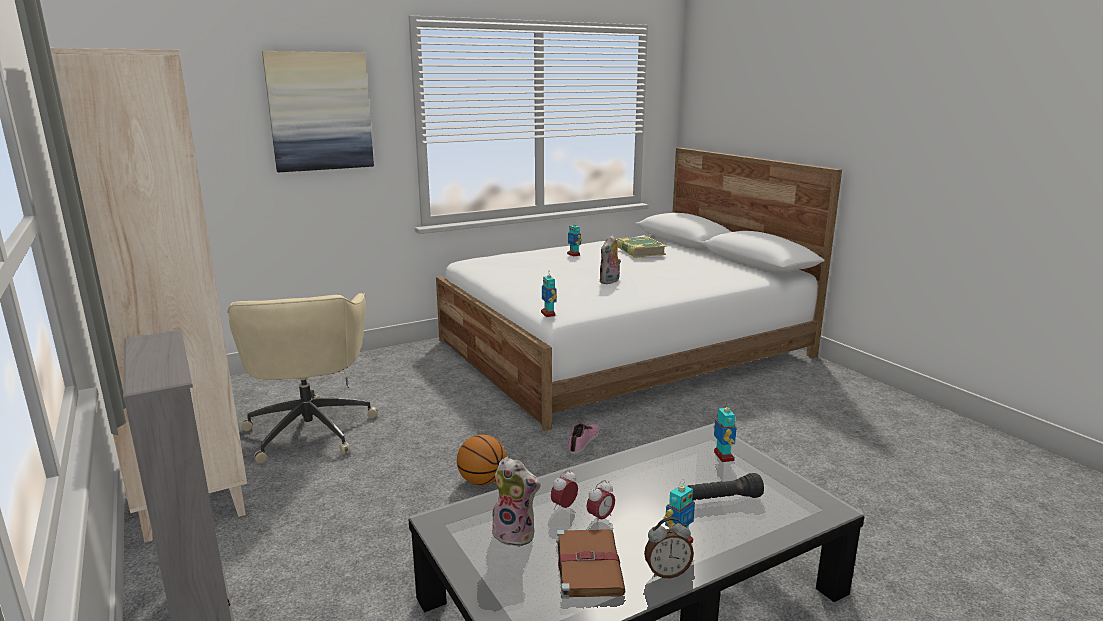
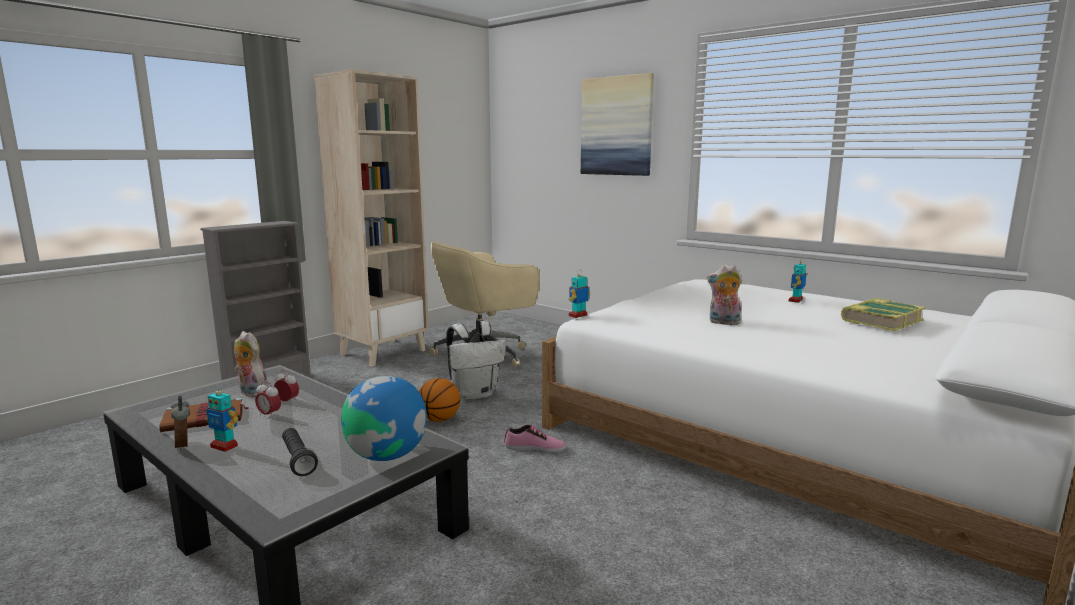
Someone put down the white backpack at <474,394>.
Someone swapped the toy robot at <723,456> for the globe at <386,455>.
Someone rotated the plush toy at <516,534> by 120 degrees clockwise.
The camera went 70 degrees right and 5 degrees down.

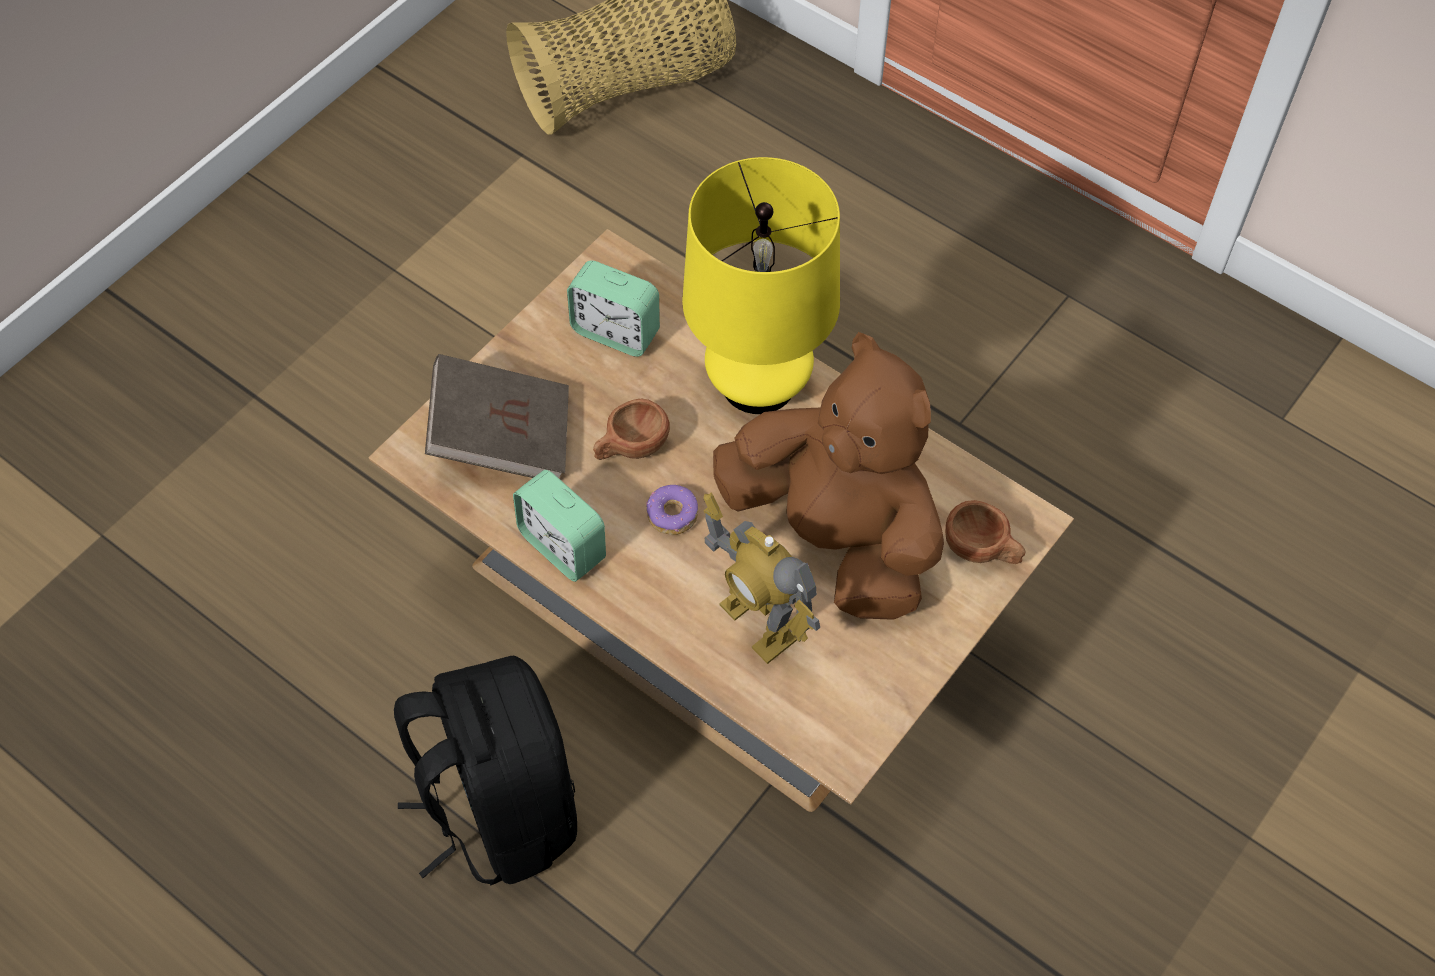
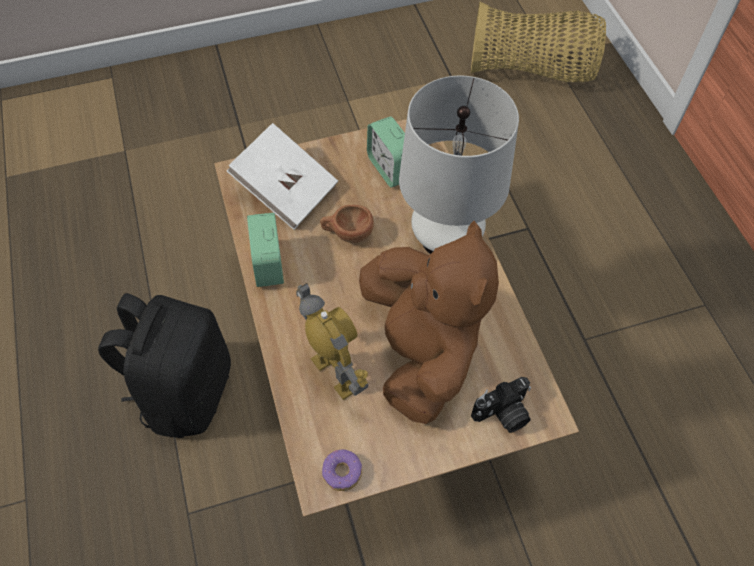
Someone carried the donut from <672,515> to <342,473>.
Someone swapped the brown cup at <982,550> for the photo camera at <503,414>.
Someone repainted the brown book at <502,438>, which became the white book at <286,190>.
Someone repainted the yellow table lamp at <758,383>, which became the white table lamp at <446,238>.
Someone rotated the toy robot at <757,623> by 150 degrees clockwise.
The camera went 35 degrees right and 0 degrees up.

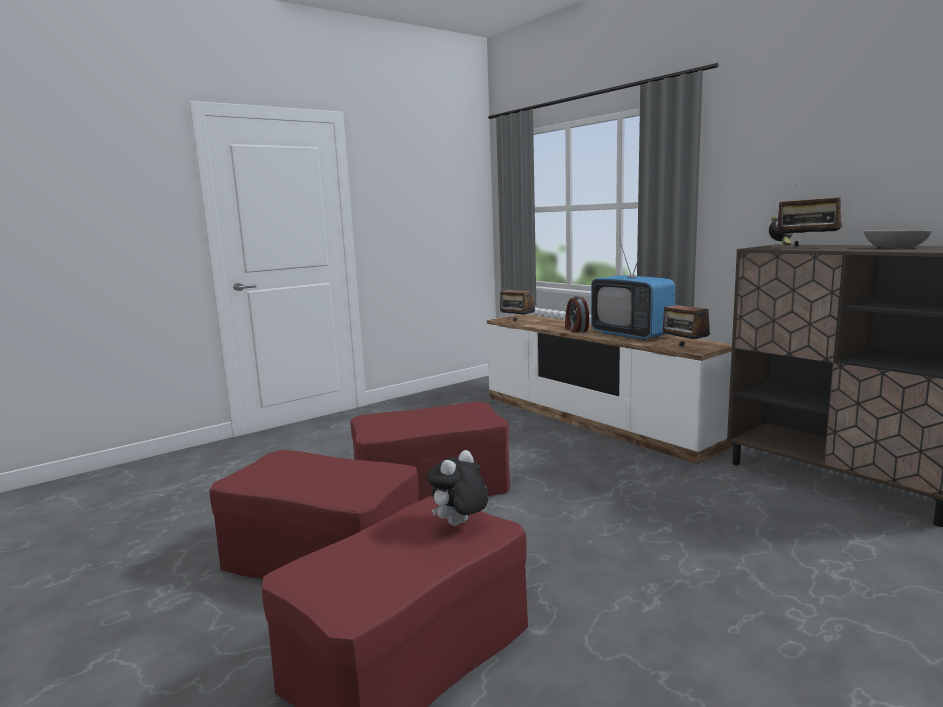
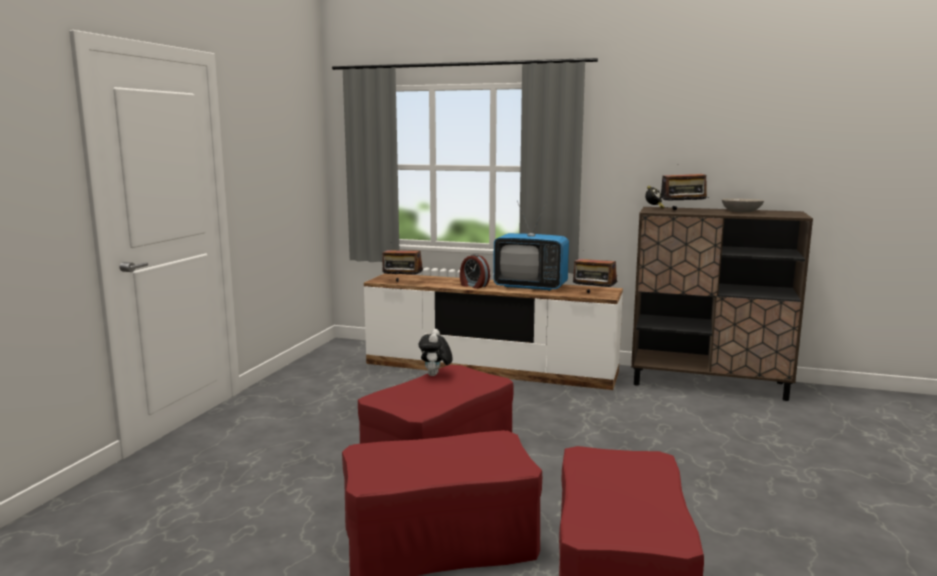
Someone carried the plush toy from <459,525> to <435,375>.
The camera went 35 degrees left and 0 degrees up.

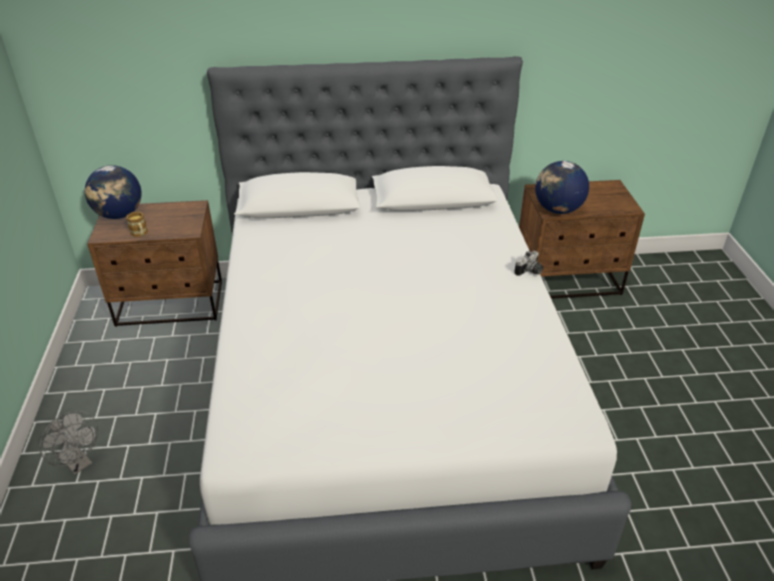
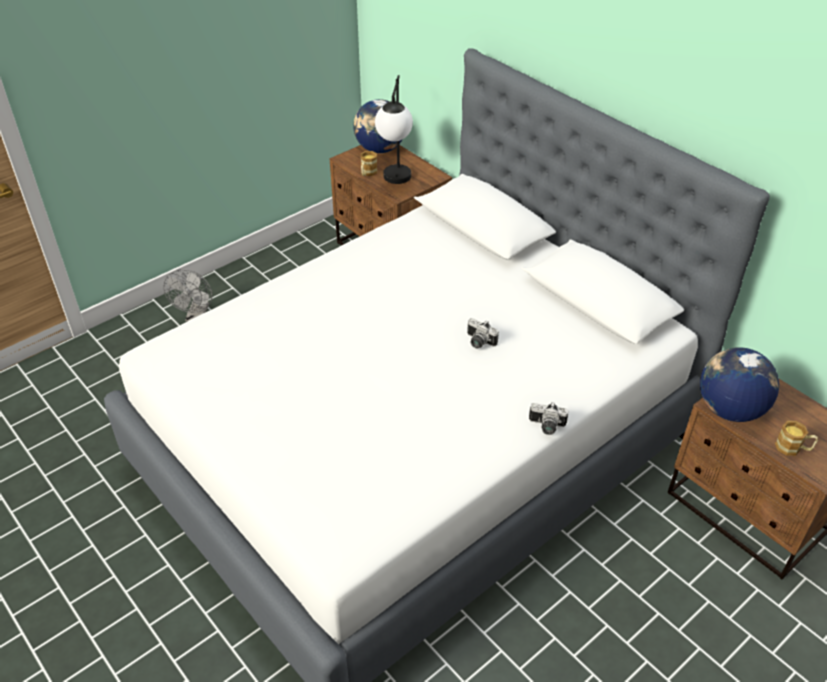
Someone put down the table lamp at <396,182>.
Someone put down the photo camera at <478,342>.
Someone put down the mug at <793,448>.
The camera went 55 degrees right and 5 degrees up.

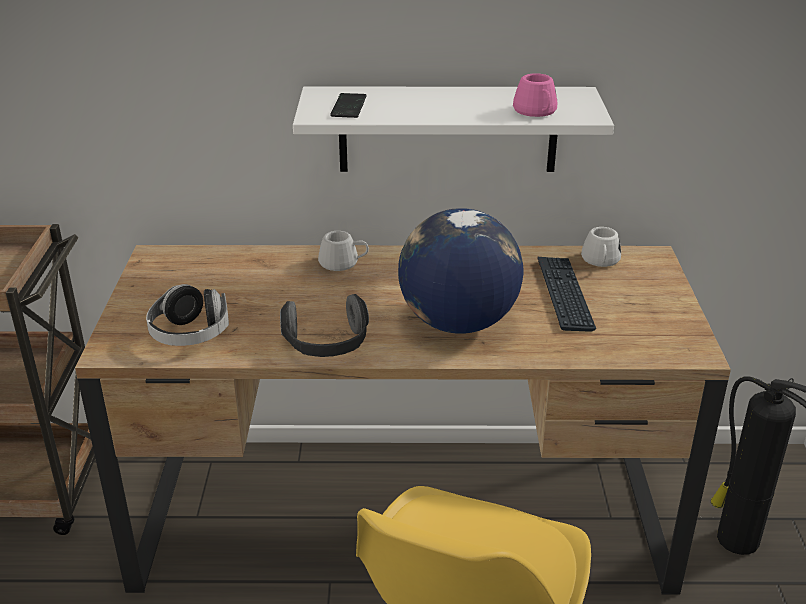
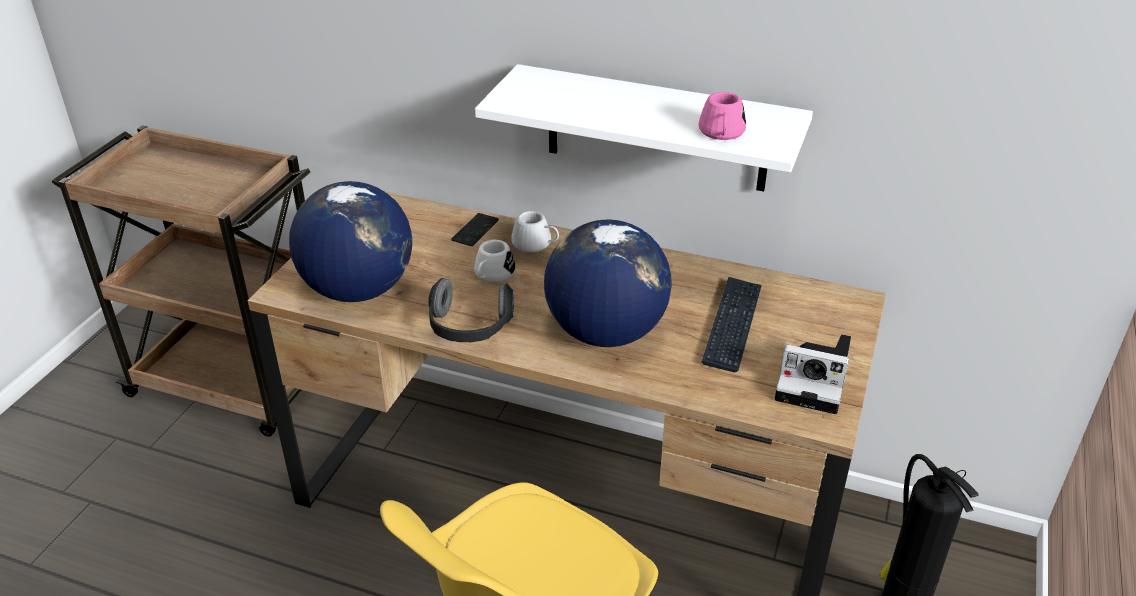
Someone put down the photo camera at <815,383>.
Someone carried the phone from <349,107> to <475,231>.
Someone carried the white mug from <600,261> to <492,276>.
Someone swapped the headphones at <190,334> for the globe at <358,289>.
The camera went 20 degrees right and 5 degrees up.

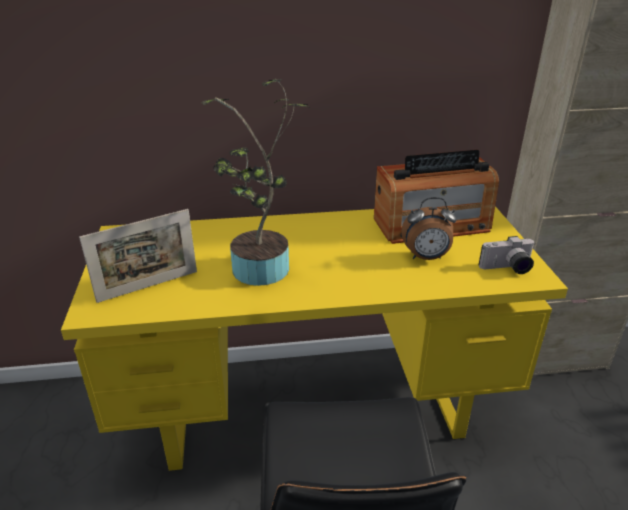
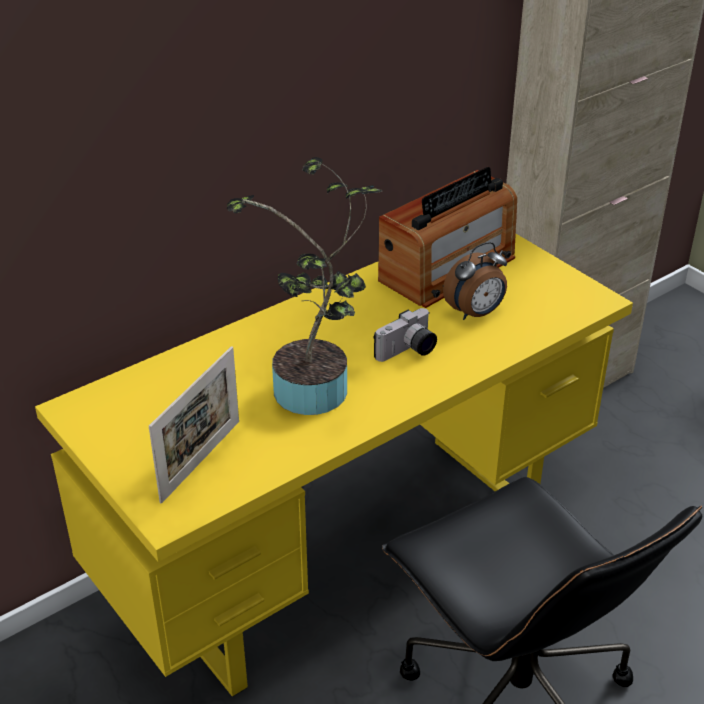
Someone carried the photo camera from <507,269> to <408,352>.
The camera went 30 degrees left and 5 degrees up.

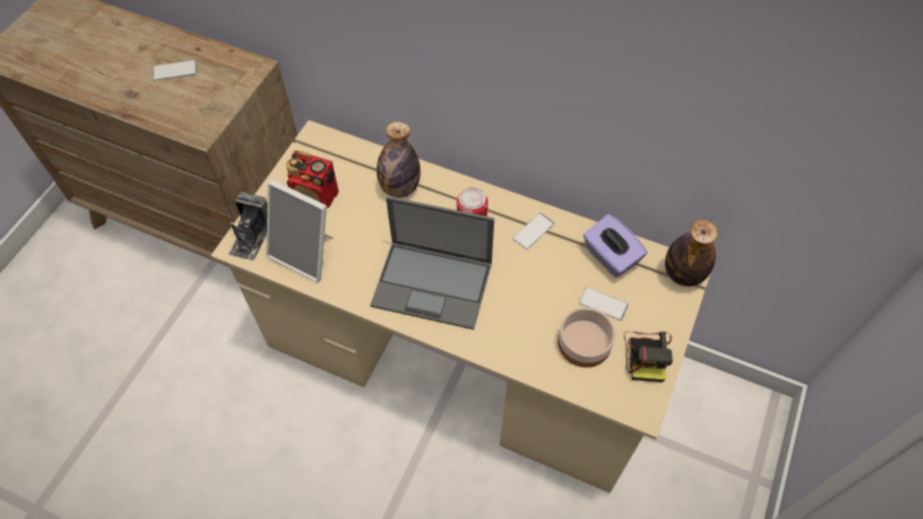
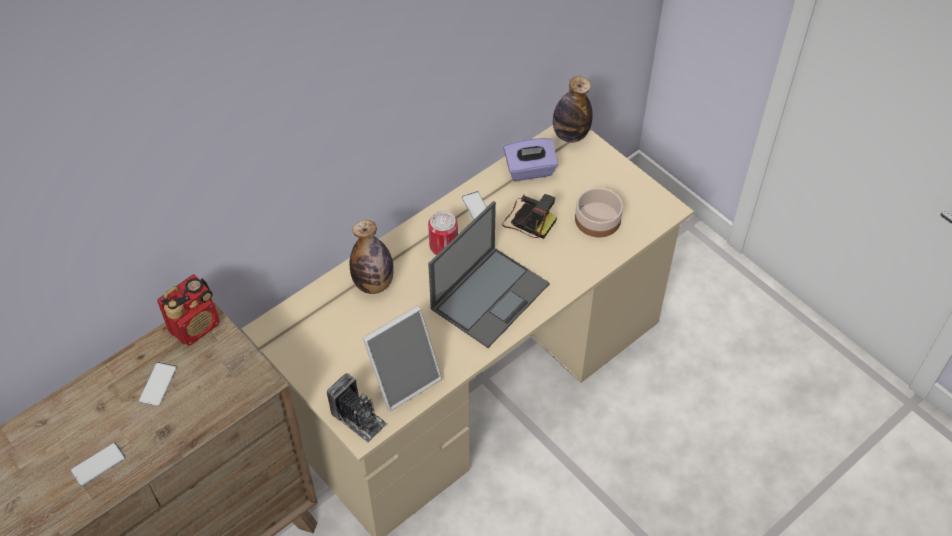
Someone carried the radio from <316,196> to <196,326>.
Someone carried the phone from <603,304> to <98,464>.
Someone carried the photo camera from <647,354> to <528,220>.
The camera went 65 degrees left and 5 degrees down.

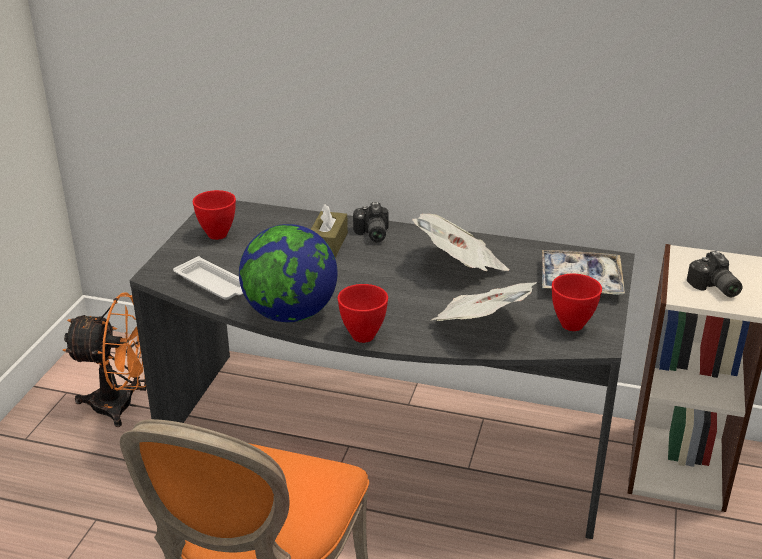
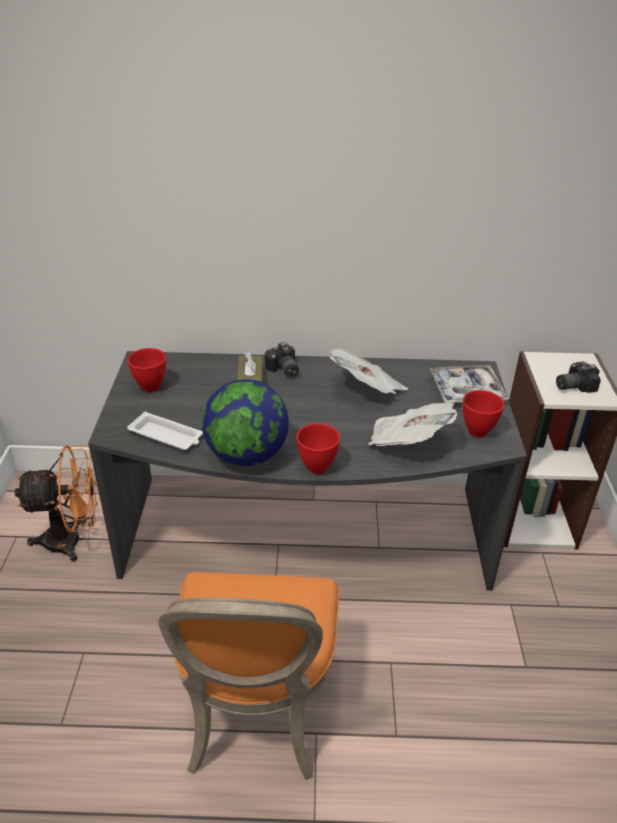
Someone rotated the photo camera at <714,288> by 105 degrees clockwise.
The camera went 15 degrees left and 5 degrees up.

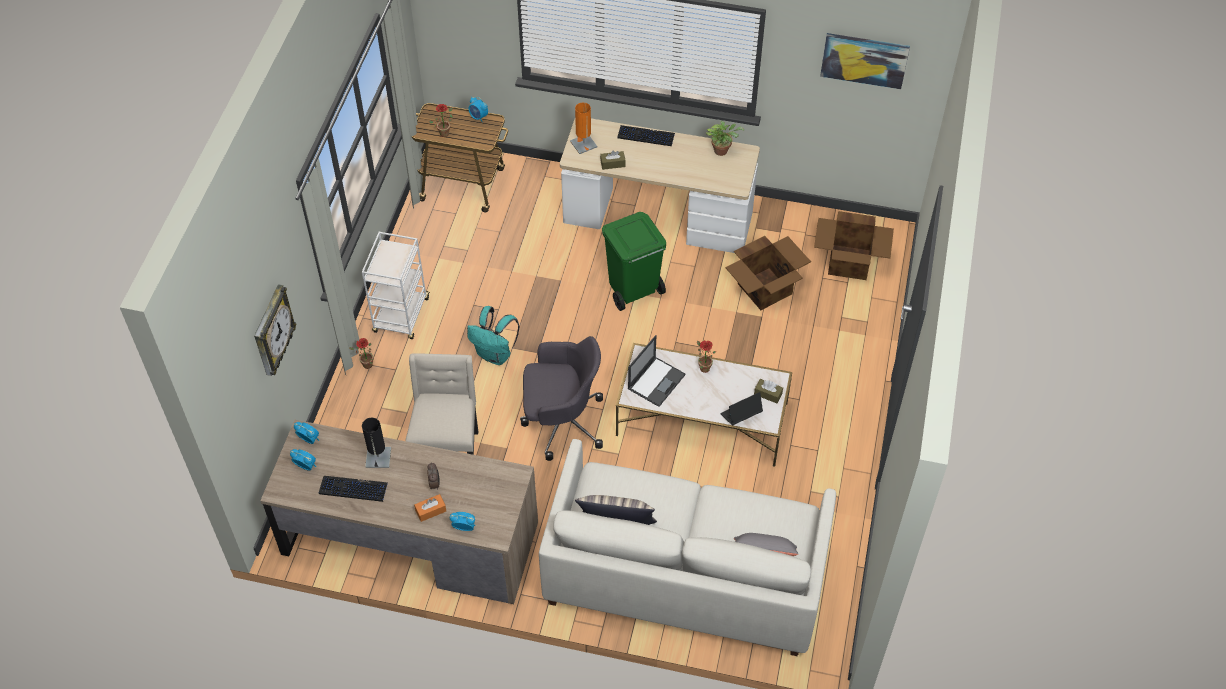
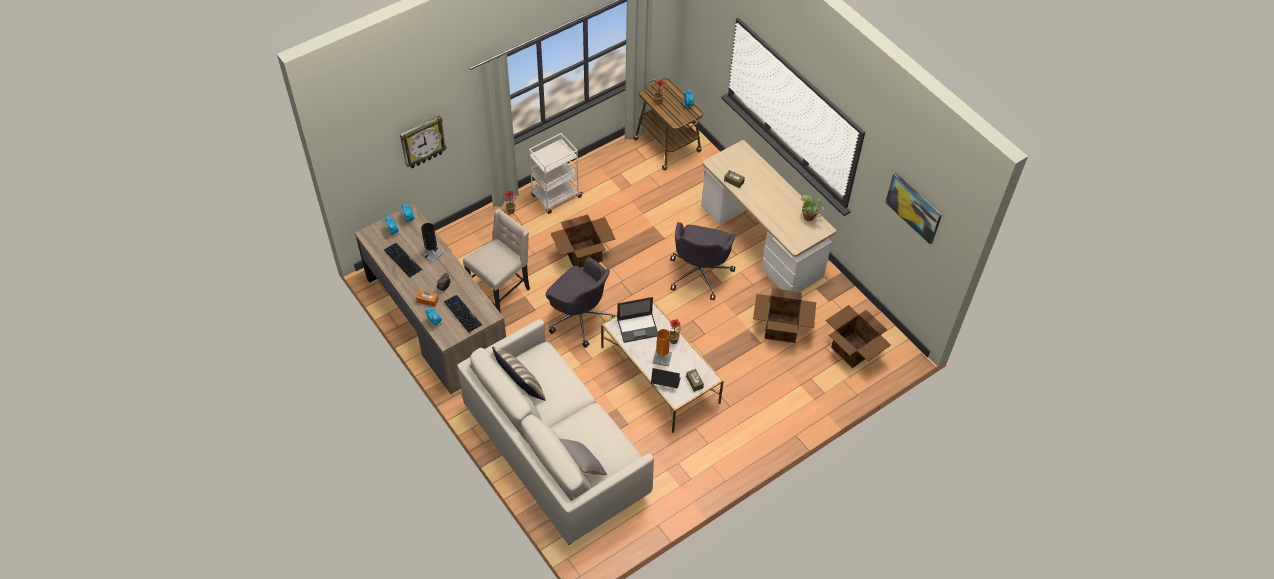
Someone carried the orange table lamp from <583,144> to <662,358>.
Someone carried the keyboard from <646,136> to <462,314>.
Someone swapped the turquoise backpack at <495,354> for the cardboard box at <583,254>.
Someone swapped the green trash can at <633,291> for the grey office chair at <700,273>.
The camera went 40 degrees right and 0 degrees up.

